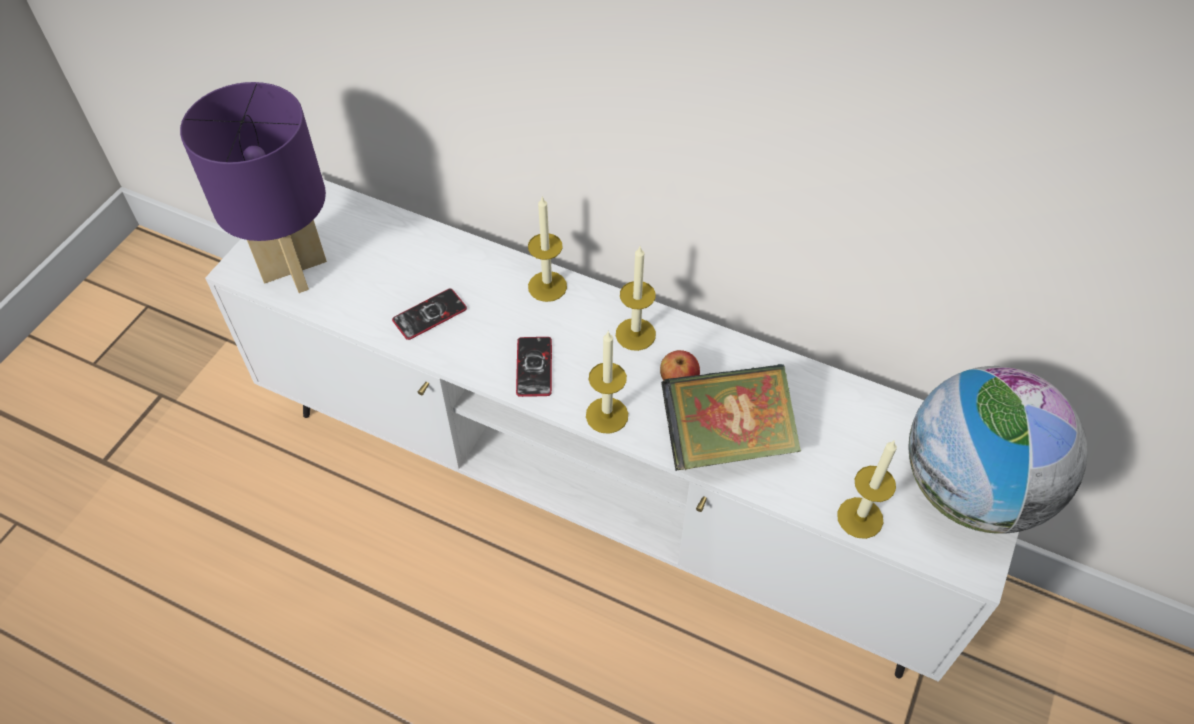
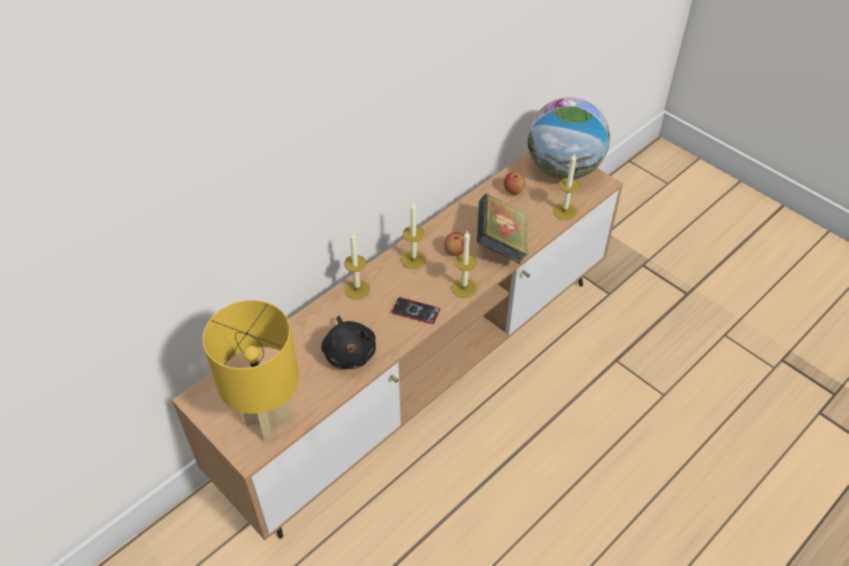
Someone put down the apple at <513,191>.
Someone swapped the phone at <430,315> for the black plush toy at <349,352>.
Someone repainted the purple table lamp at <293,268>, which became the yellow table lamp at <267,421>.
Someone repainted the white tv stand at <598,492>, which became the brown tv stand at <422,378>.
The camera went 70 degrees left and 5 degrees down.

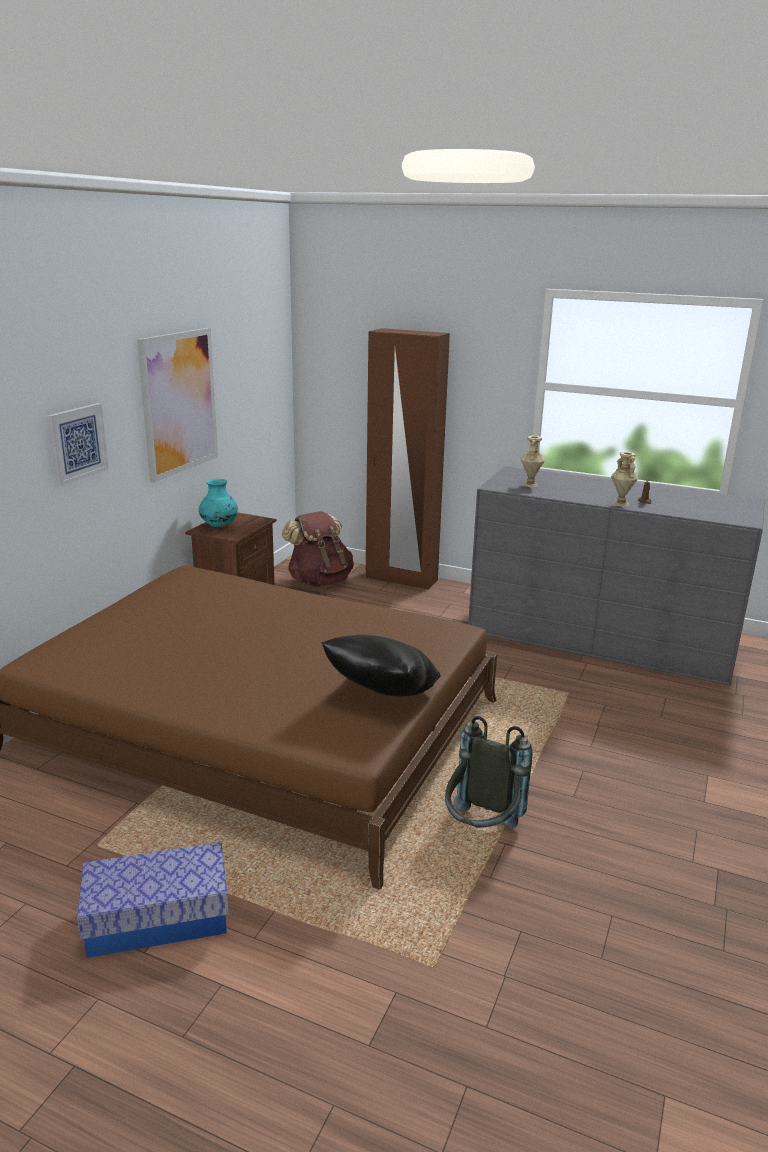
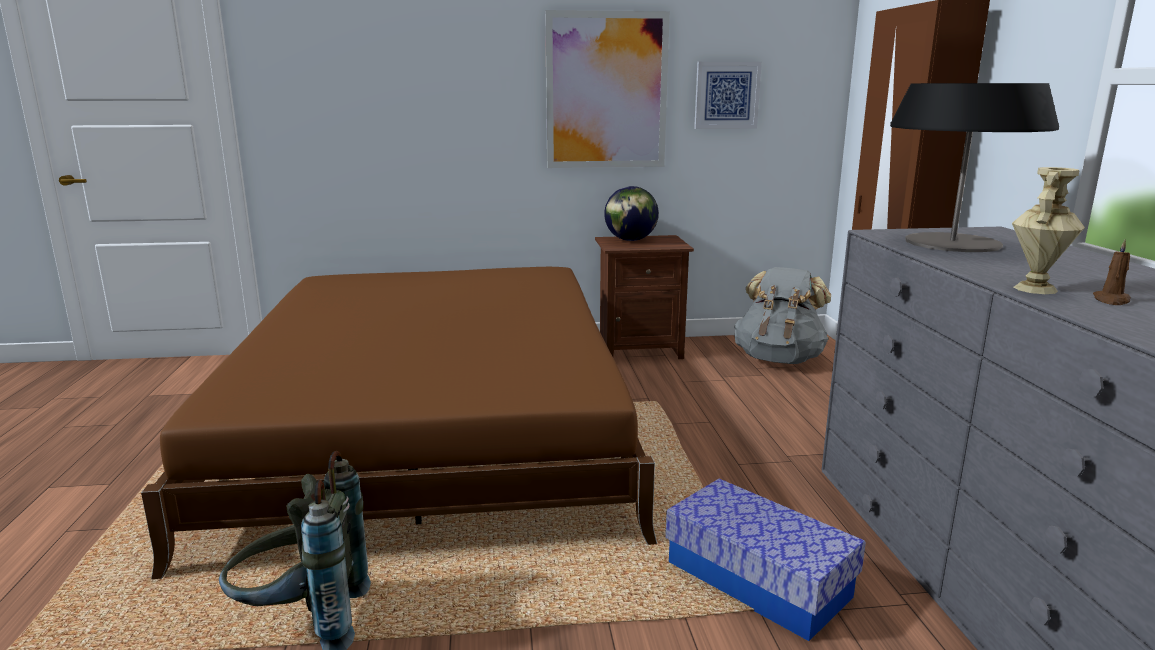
Someone took away the black pillow at <382,696>.
Someone carried the picture from <77,443> to <726,95>.
Someone carried the storage box from <158,918> to <758,580>.
Someone swapped the turquoise vase at <219,526> for the globe at <630,240>.
Someone swapped the beige vase at <530,485> for the table lamp at <952,243>.
Someone repainted the brown backpack at <319,581>, which became the grey backpack at <779,359>.
The camera went 60 degrees right and 5 degrees down.

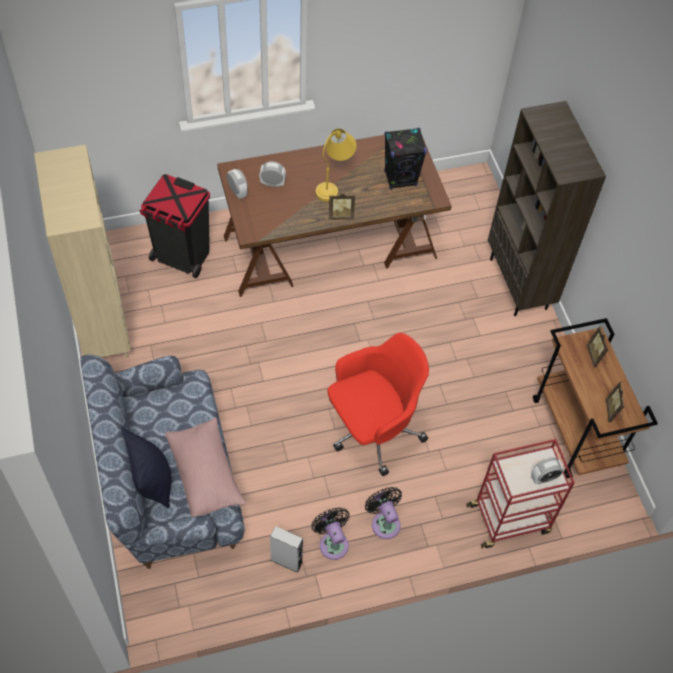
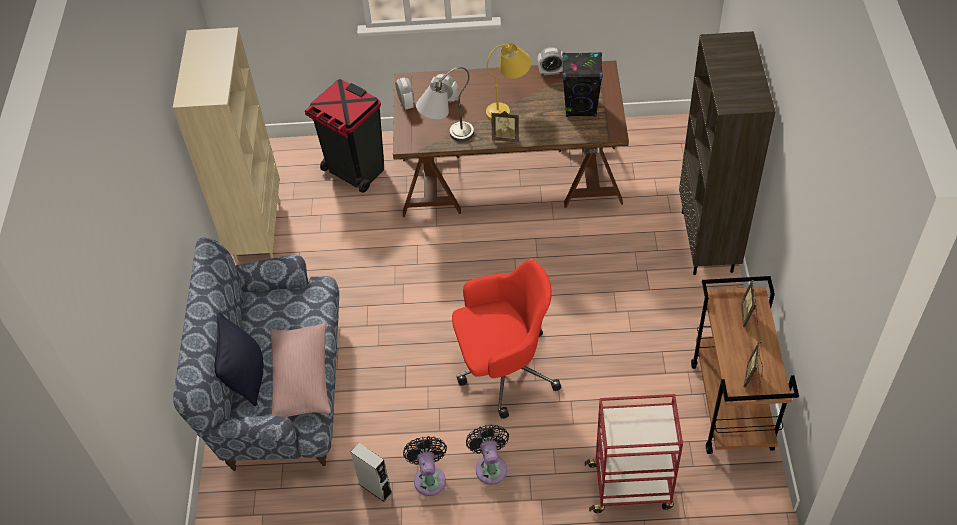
Someone put down the grey table lamp at <446,138>.
Someone carried the alarm clock from <544,478> to <551,72>.
The camera went 20 degrees right and 5 degrees down.

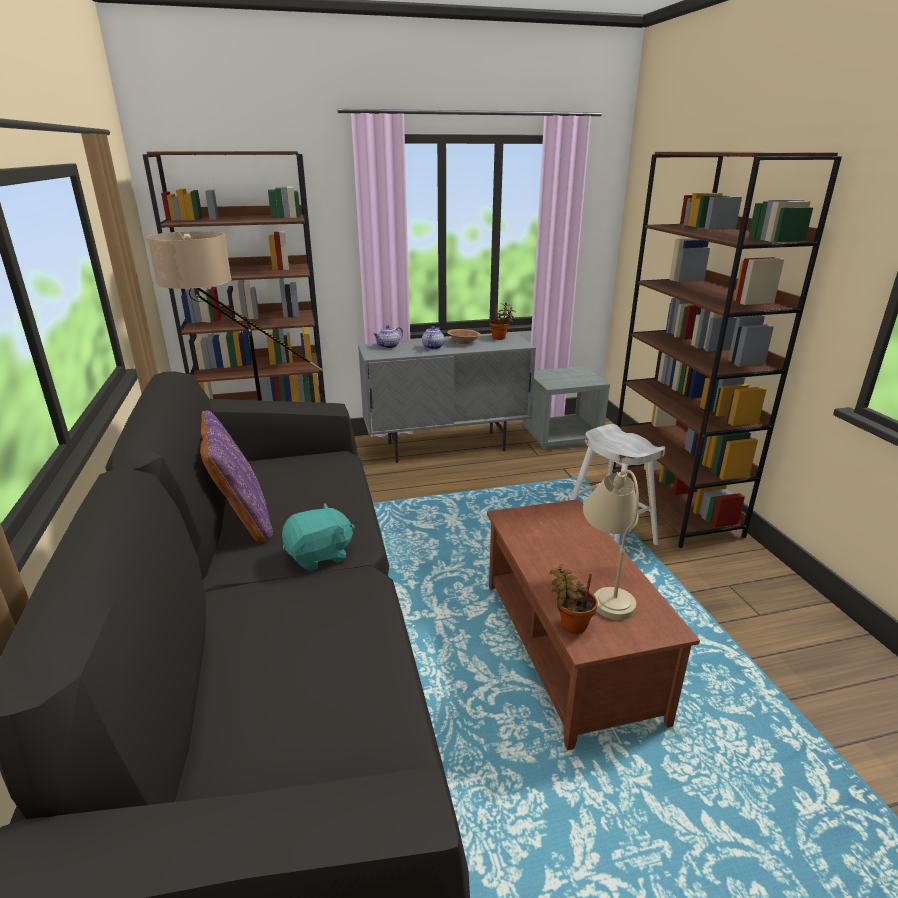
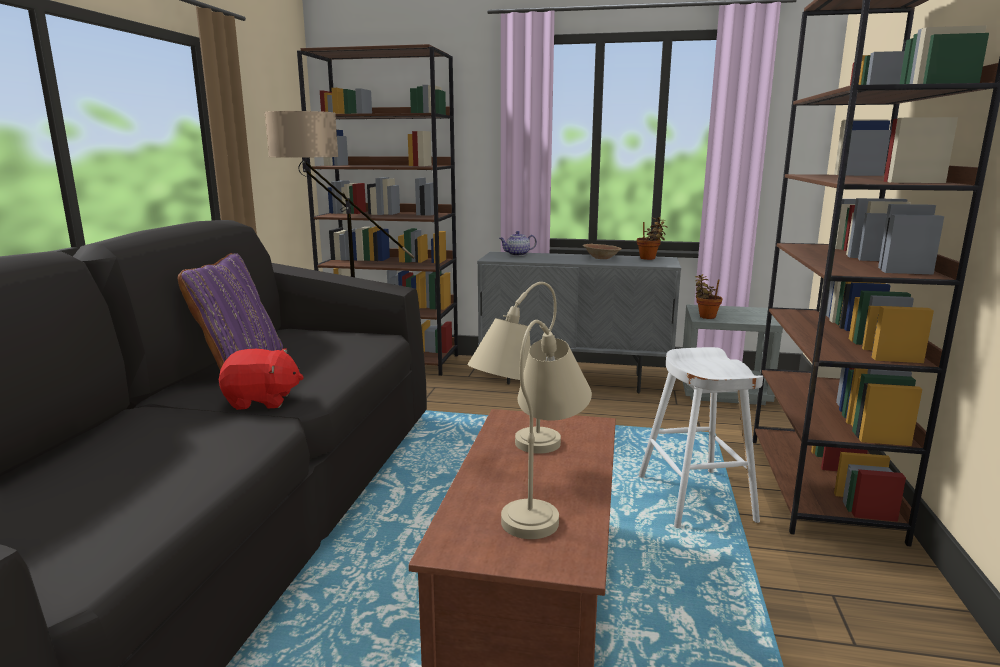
Someone took away the teapot at <433,347>.
Someone put down the beige table lamp at <514,453>.
Someone carried the potted plant from <571,624> to <705,316>.
Someone repainted the turquoise plush toy at <320,555>, which became the red plush toy at <262,401>.
The camera went 25 degrees right and 10 degrees down.

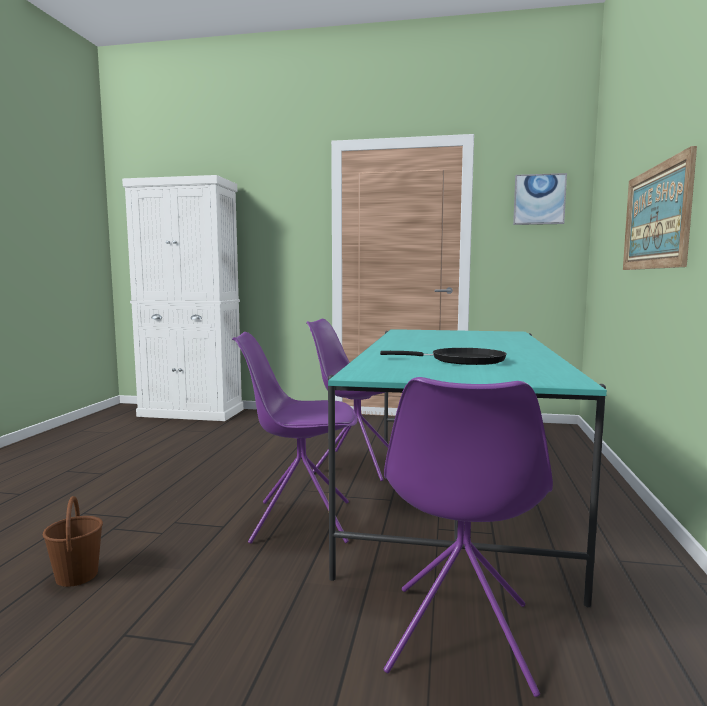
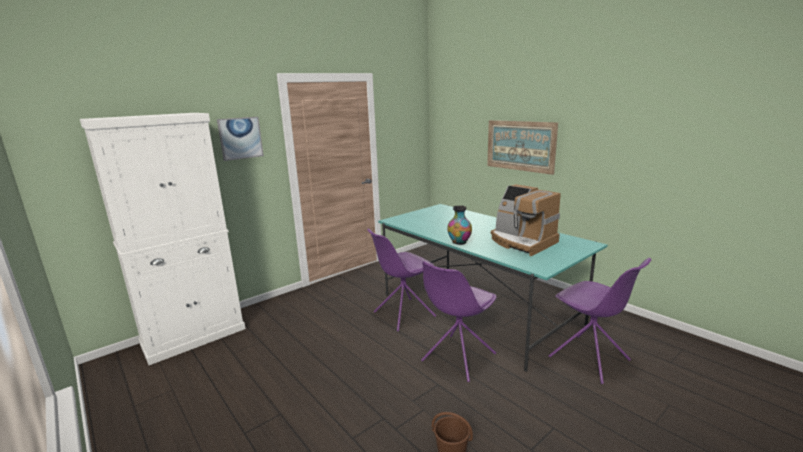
Someone put down the vase at <459,242>.
Someone carried the picture from <539,199> to <240,138>.
Someone swapped the black frying pan at <462,361> for the coffee machine at <522,242>.
The camera went 50 degrees left and 10 degrees up.

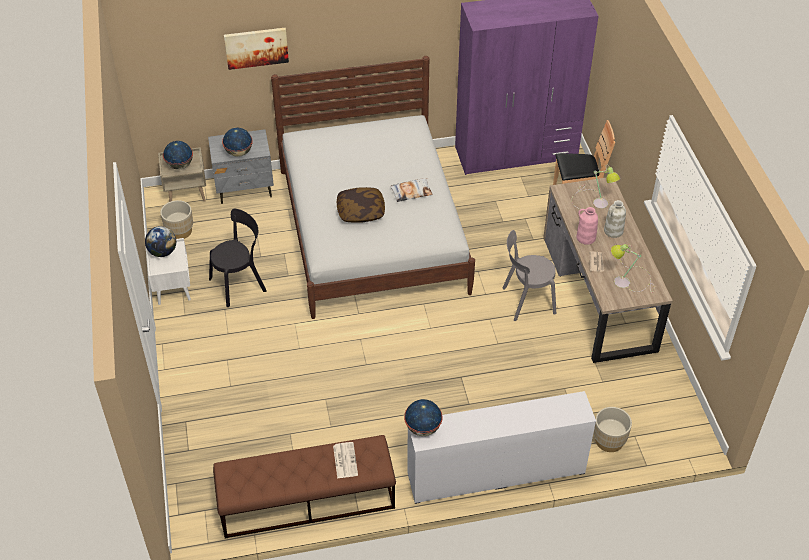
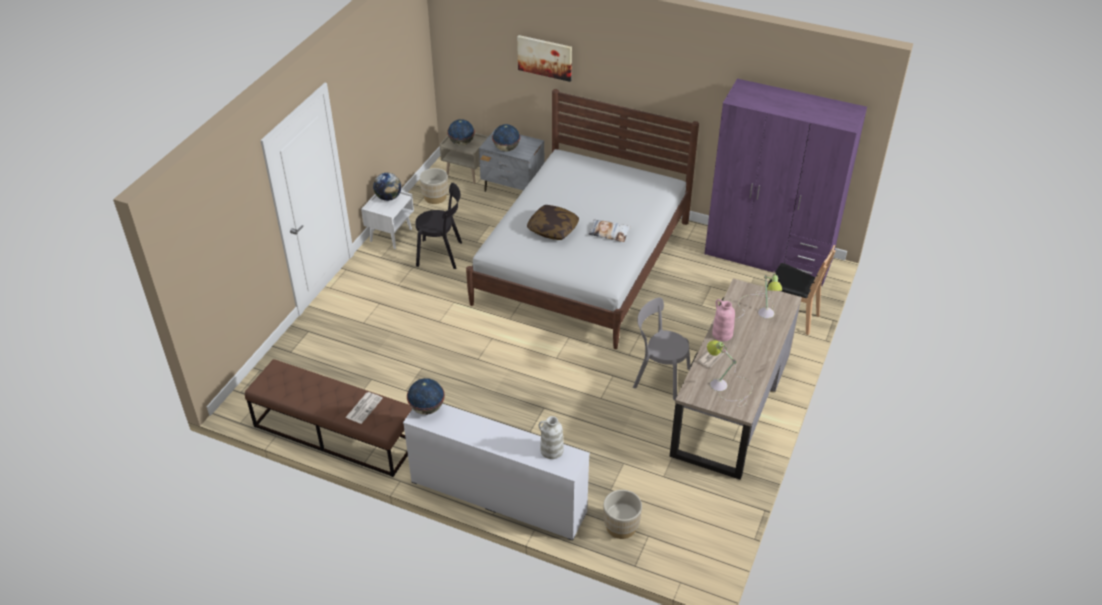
Someone carried the white vase from <613,231> to <551,451>.
The camera went 35 degrees right and 5 degrees down.

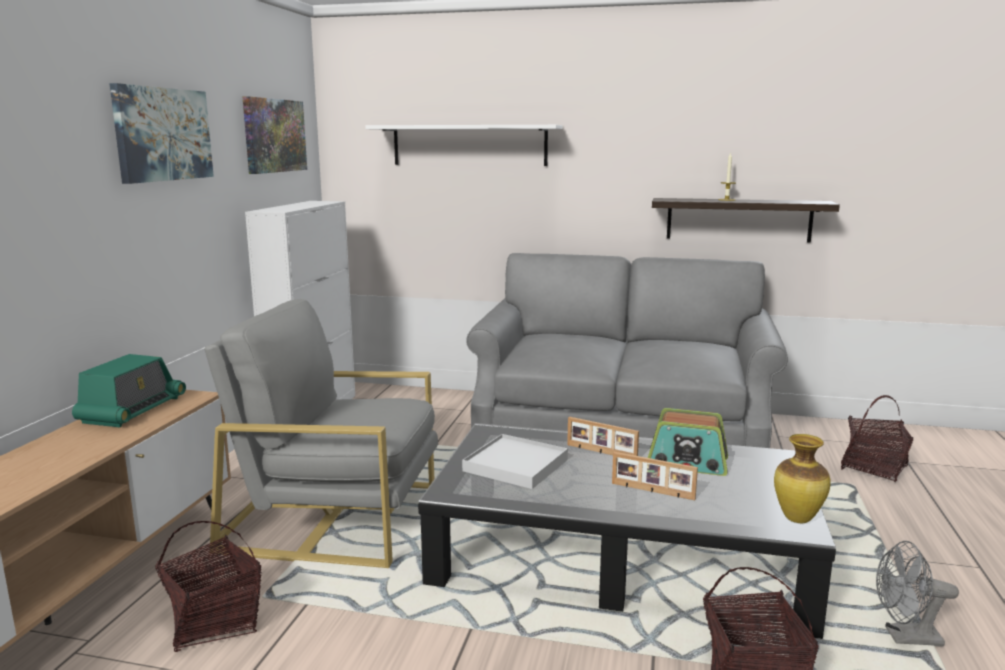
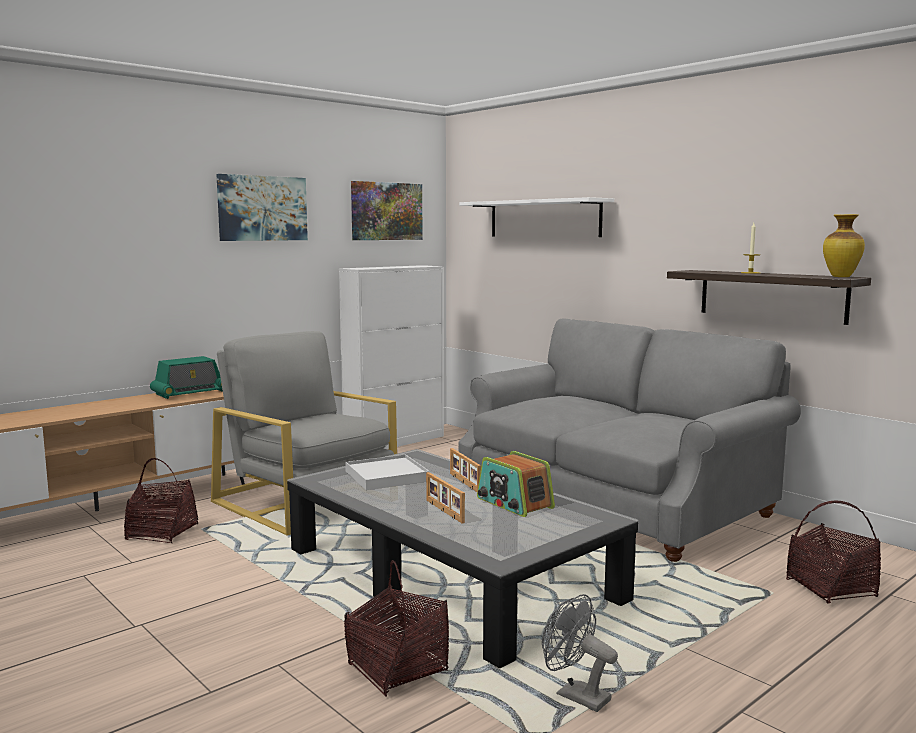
Someone carried the vase from <797,519> to <840,277>.
The camera went 35 degrees right and 5 degrees down.

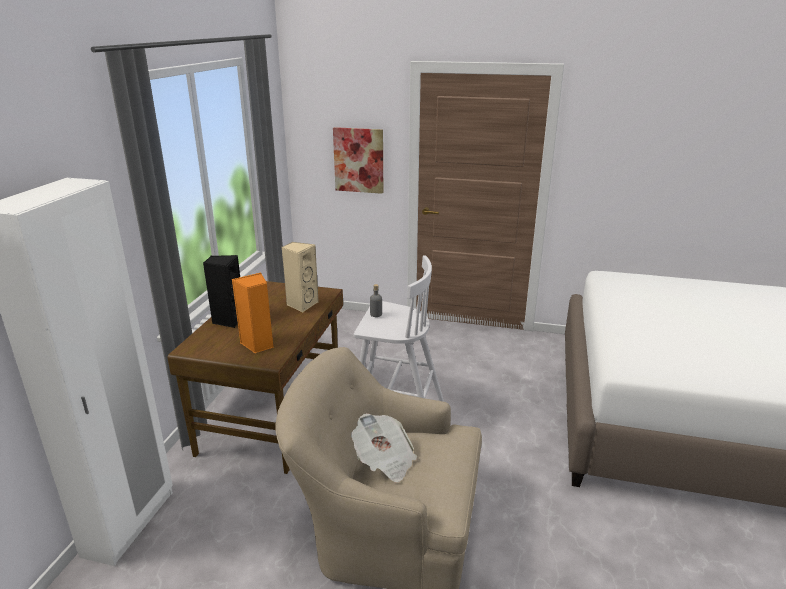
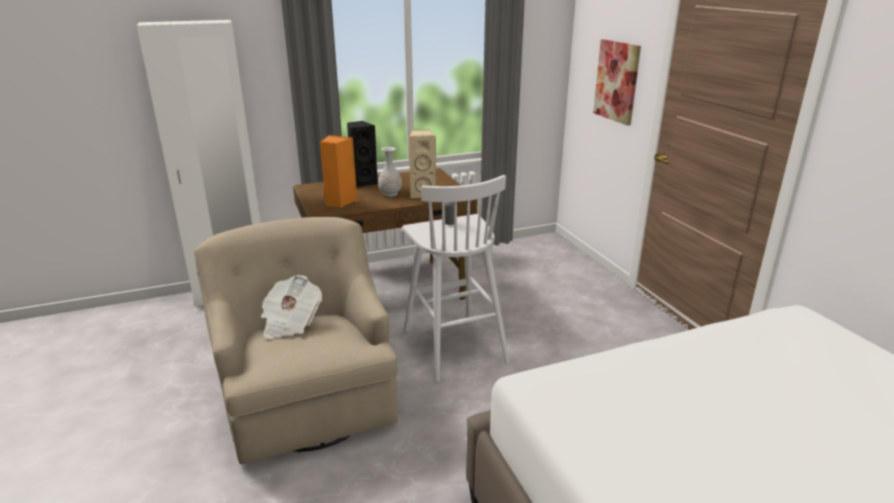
Someone put down the white vase at <390,194>.
The camera went 55 degrees right and 0 degrees up.

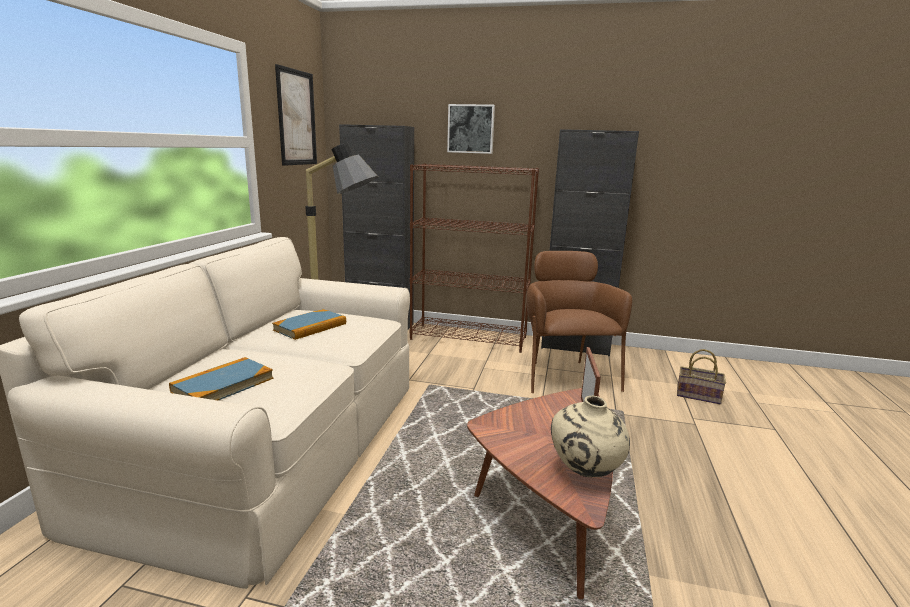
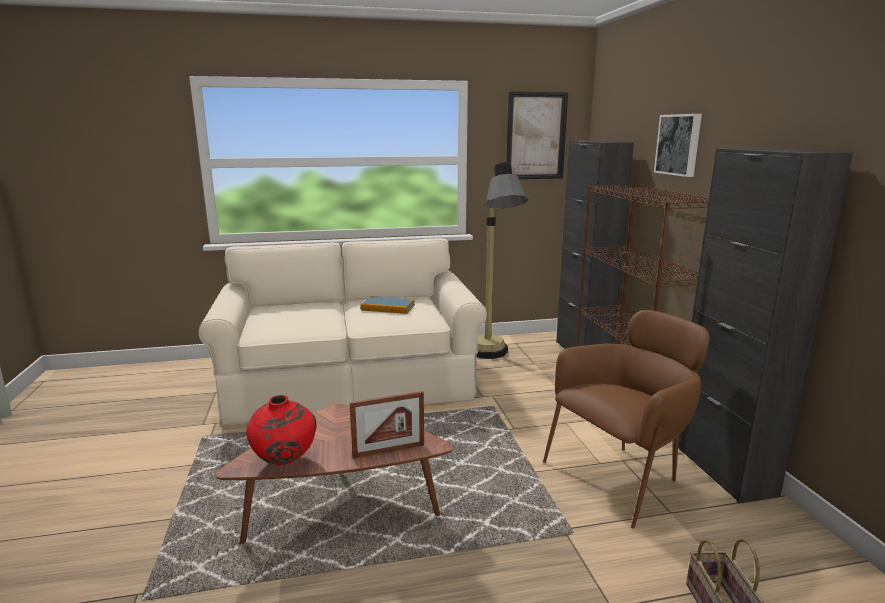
Someone took away the book at <223,385>.
Someone repainted the beige vase at <585,472>, which became the red vase at <285,461>.
The camera went 65 degrees right and 0 degrees up.

